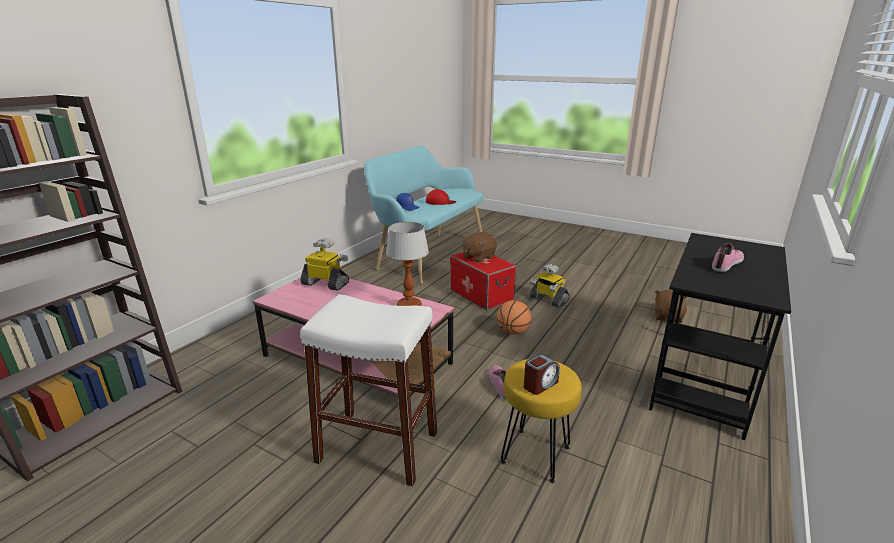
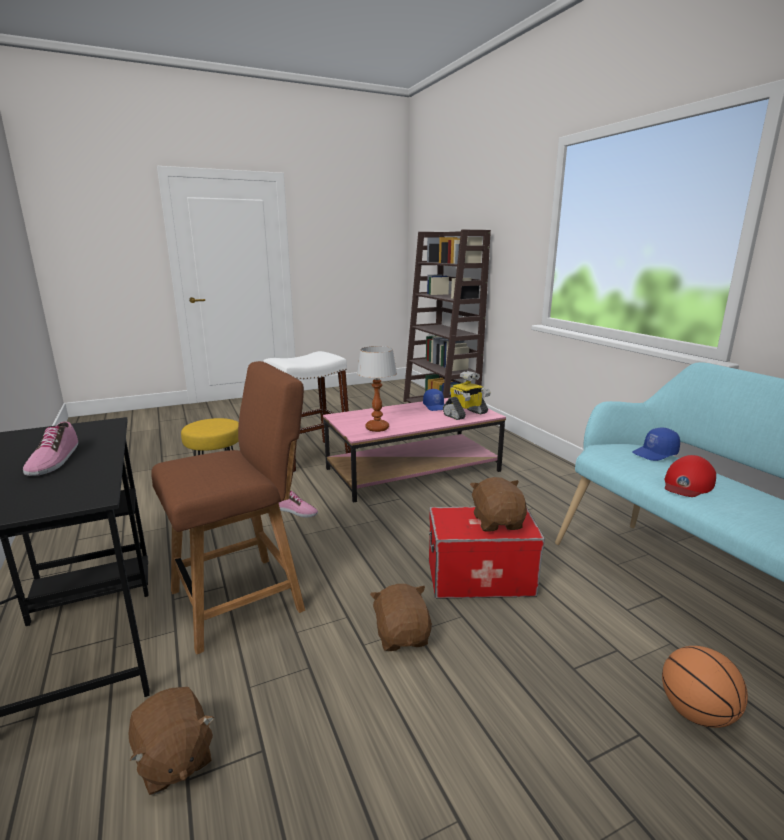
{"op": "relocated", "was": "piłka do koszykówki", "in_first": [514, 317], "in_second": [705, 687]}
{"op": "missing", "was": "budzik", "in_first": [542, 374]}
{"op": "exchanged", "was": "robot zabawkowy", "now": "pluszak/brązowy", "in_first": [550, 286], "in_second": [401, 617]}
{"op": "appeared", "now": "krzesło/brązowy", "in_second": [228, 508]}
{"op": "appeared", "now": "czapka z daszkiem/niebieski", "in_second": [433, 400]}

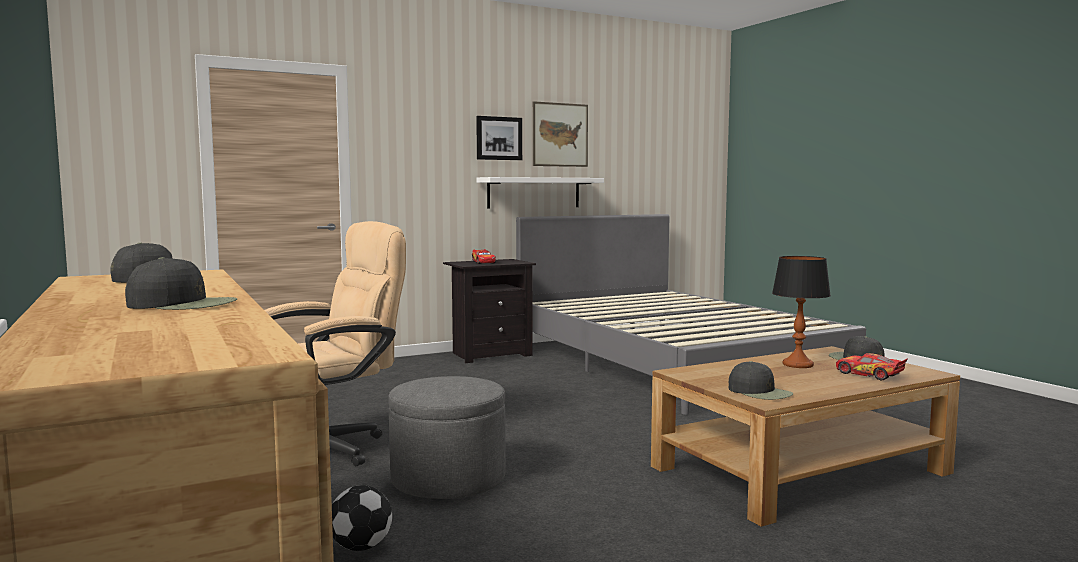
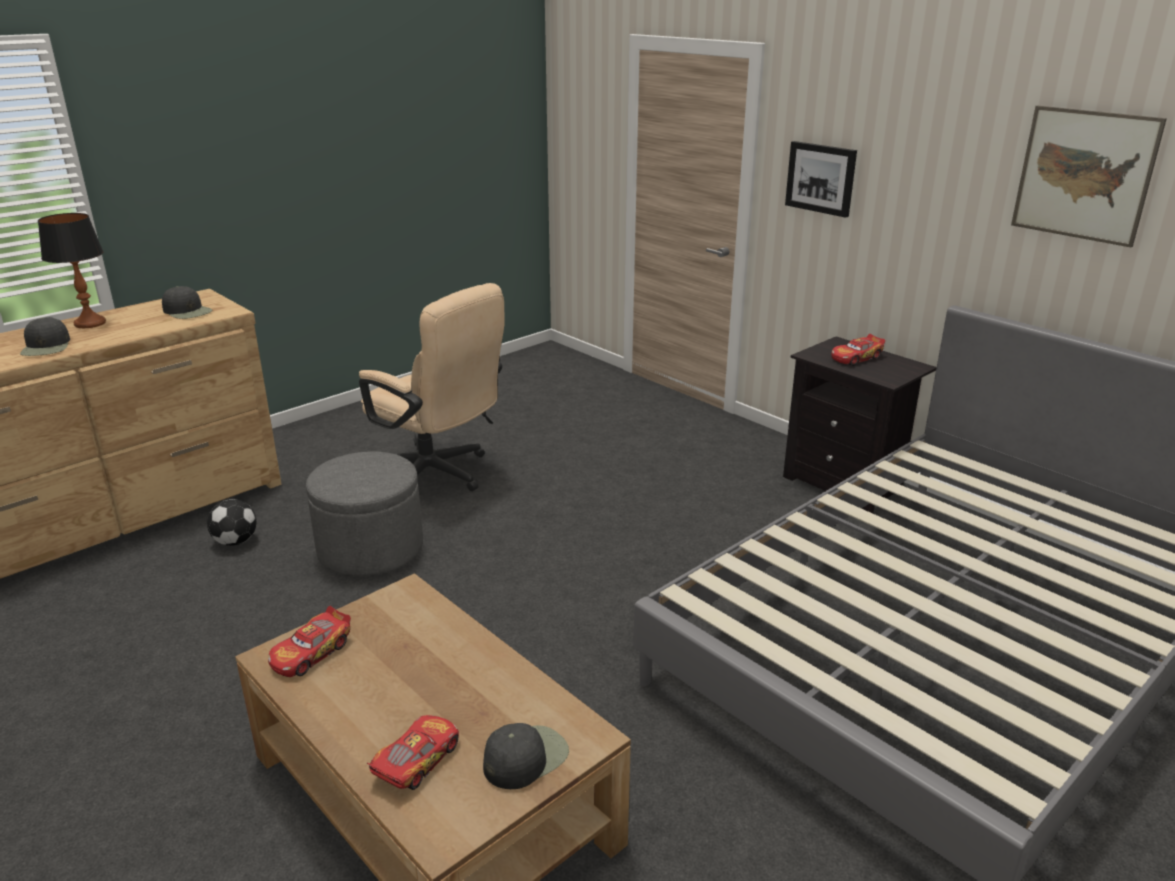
{"op": "relocated", "was": "obraz", "in_first": [499, 138], "in_second": [821, 179]}
{"op": "missing", "was": "półka/biały", "in_first": [540, 192]}
{"op": "exchanged", "was": "czapka z daszkiem/czarny", "now": "samochodzik", "in_first": [761, 380], "in_second": [309, 641]}
{"op": "relocated", "was": "lampa stołowa", "in_first": [801, 312], "in_second": [72, 270]}

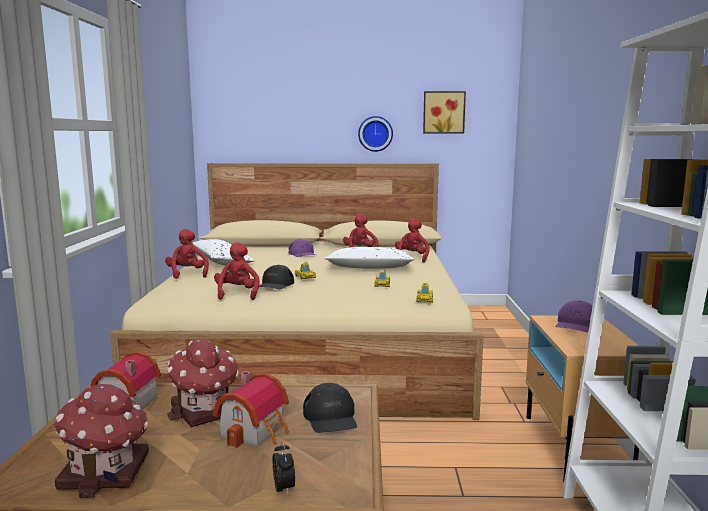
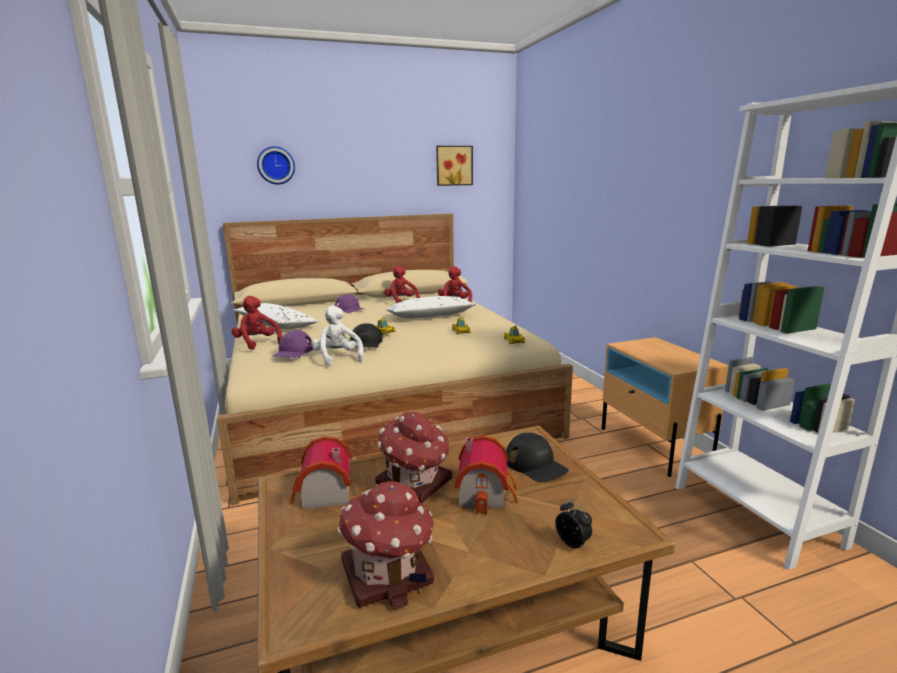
{"op": "colour", "was": "pluszak/czerwony", "now": "pluszak/biały", "in_first": [237, 271], "in_second": [337, 335]}
{"op": "relocated", "was": "zegar ścienny", "in_first": [375, 134], "in_second": [276, 165]}
{"op": "relocated", "was": "czapka z daszkiem/fioletowy", "in_first": [574, 316], "in_second": [292, 344]}

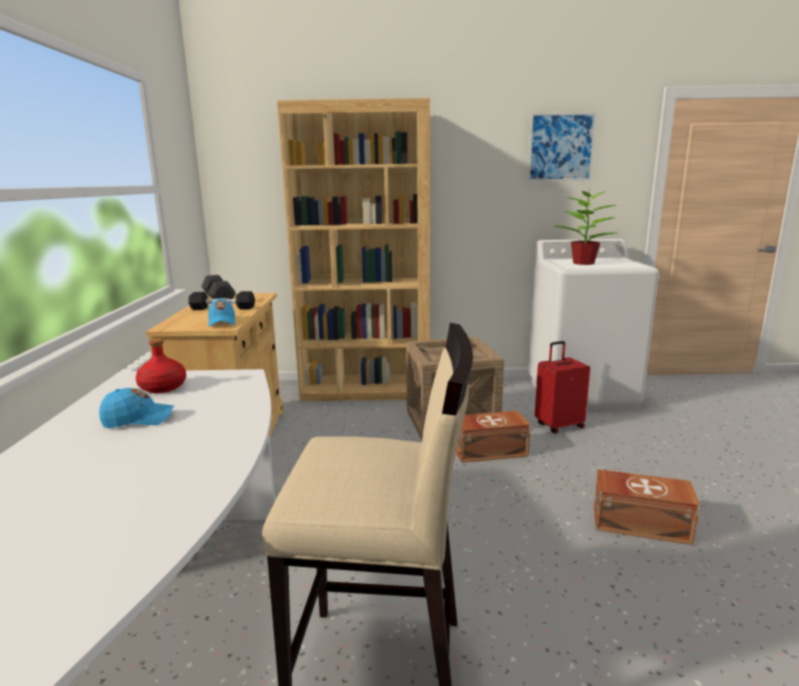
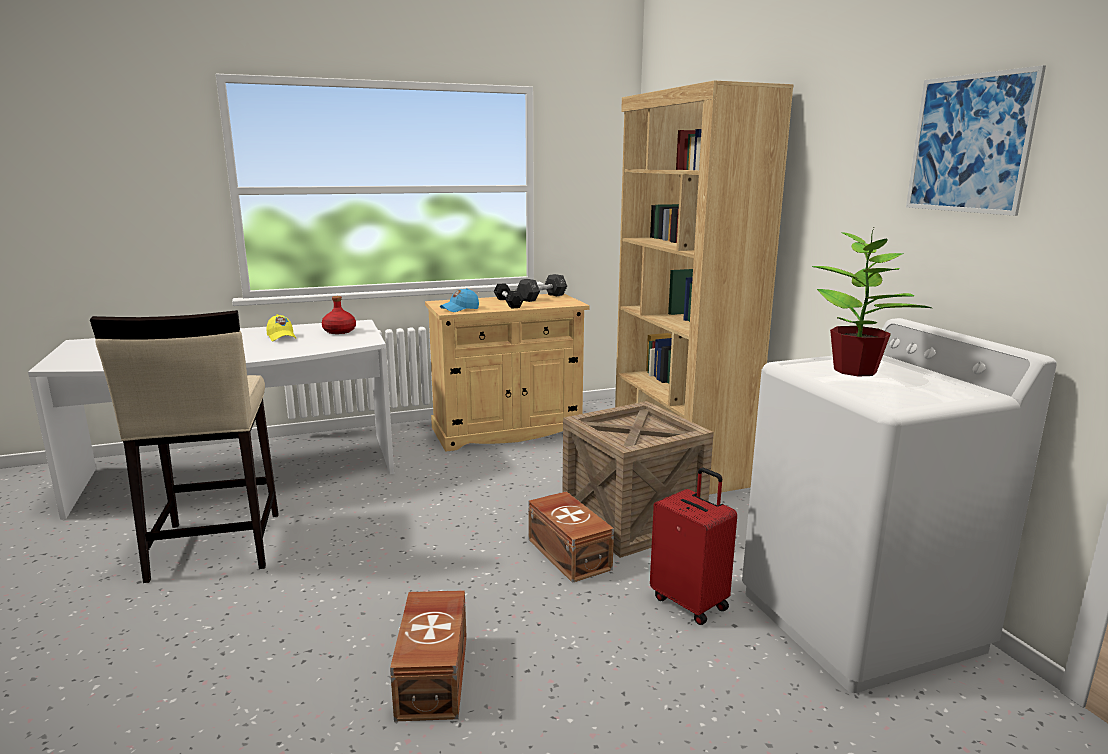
{"op": "colour", "was": "czapka z daszkiem/niebieski", "now": "czapka z daszkiem/żółty", "in_first": [136, 408], "in_second": [281, 327]}

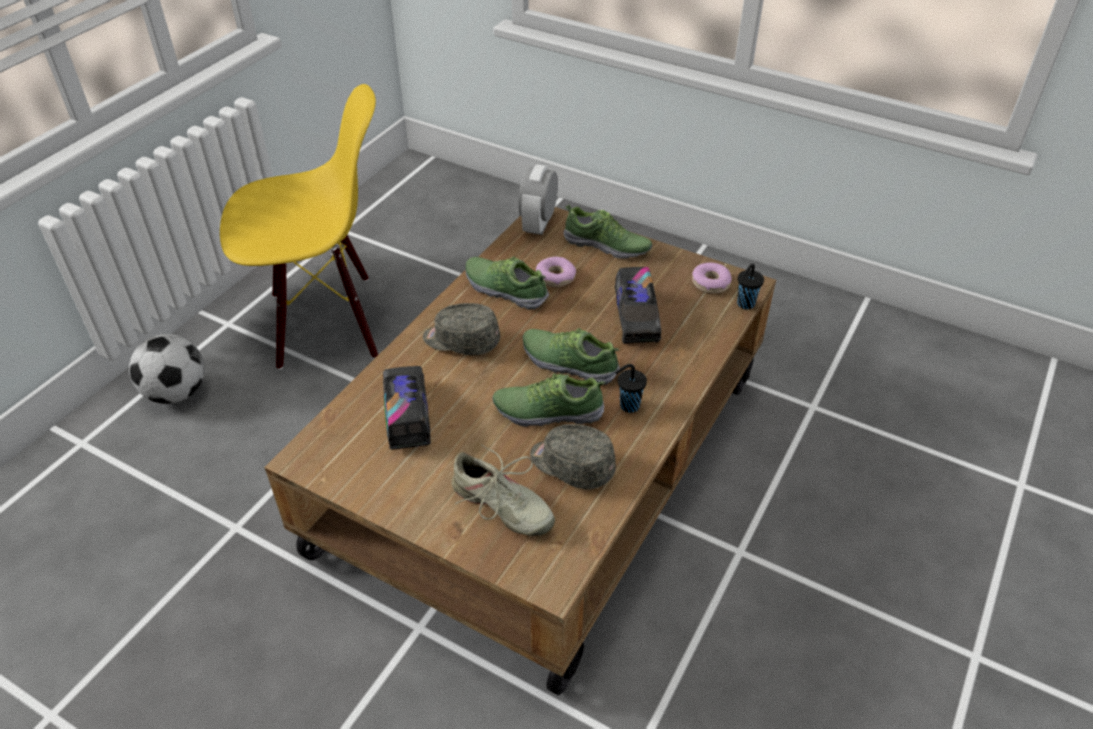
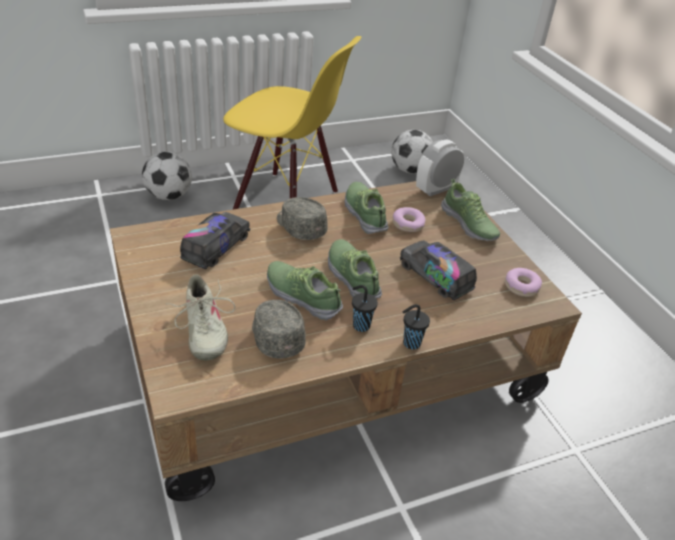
{"op": "spun", "was": "ciężarówka zabawkowa", "in_first": [638, 305], "in_second": [438, 270], "clockwise": 105}
{"op": "relocated", "was": "filiżanka/czarny", "in_first": [750, 286], "in_second": [416, 326]}
{"op": "appeared", "now": "piłka futbolowa", "in_second": [412, 152]}

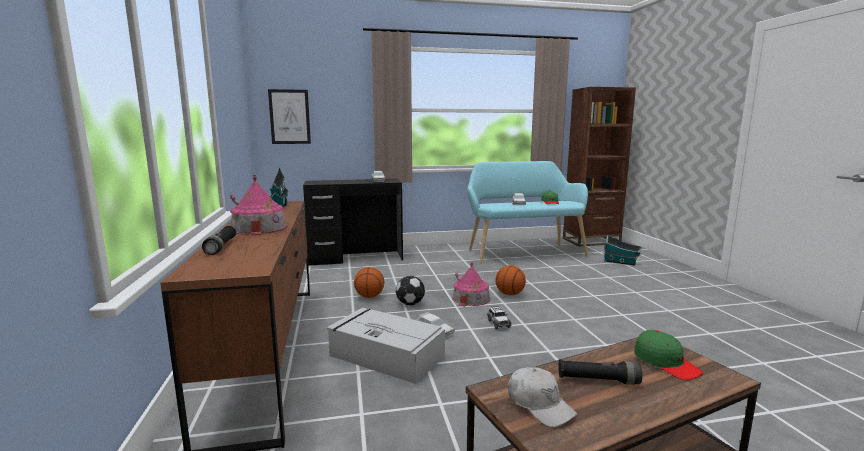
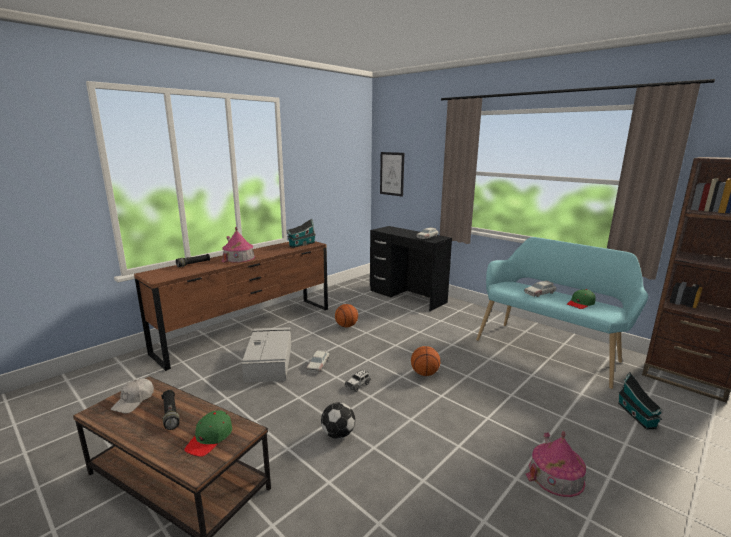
{"op": "relocated", "was": "piłka futbolowa", "in_first": [410, 290], "in_second": [338, 420]}
{"op": "relocated", "was": "domek", "in_first": [471, 284], "in_second": [556, 464]}

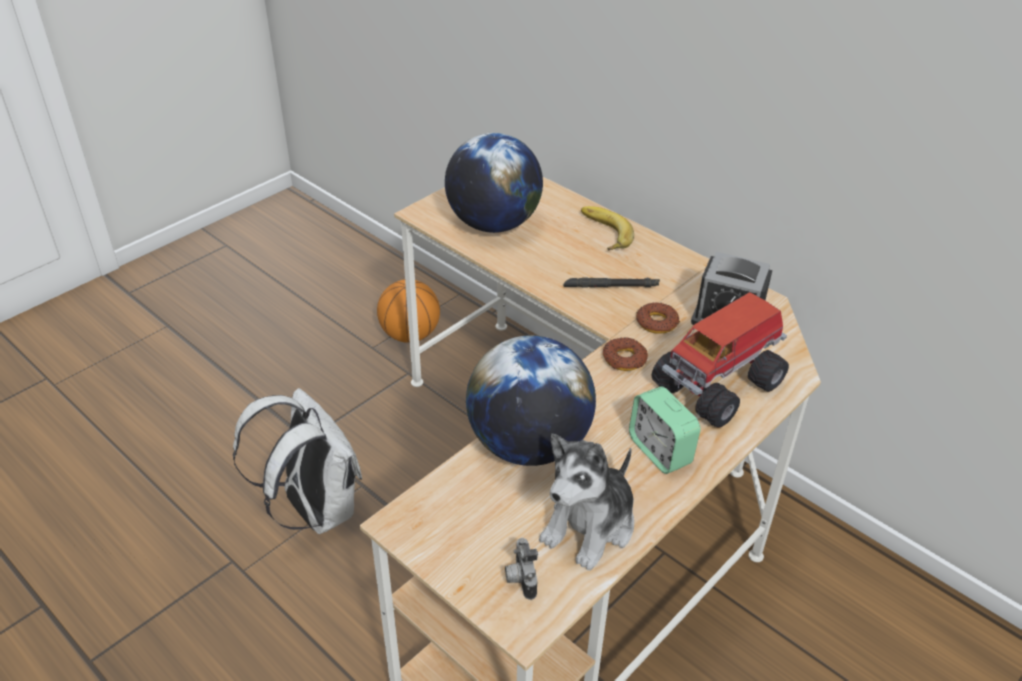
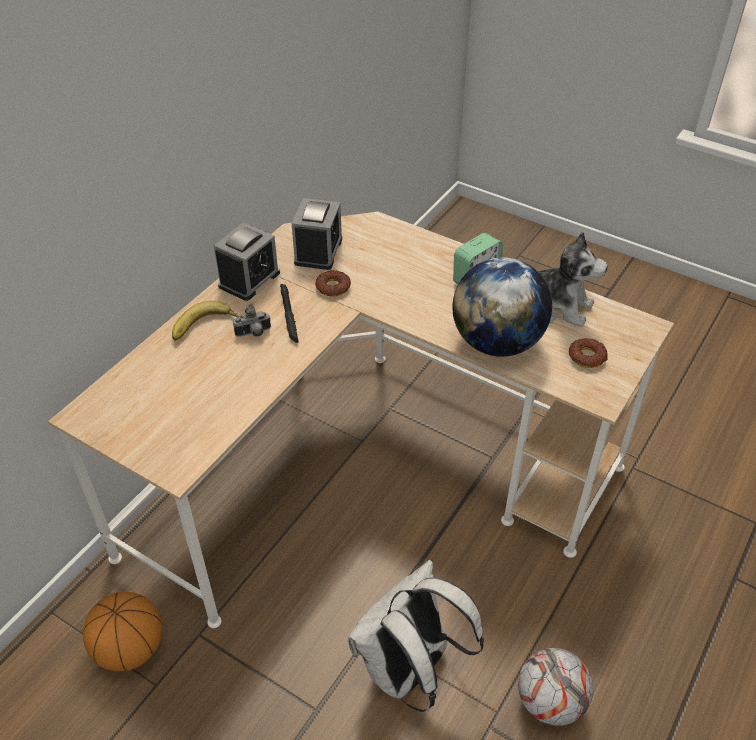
{"op": "missing", "was": "globus", "in_first": [494, 183]}
{"op": "relocated", "was": "aparat fotograficzny", "in_first": [521, 569], "in_second": [252, 320]}
{"op": "relocated", "was": "donut", "in_first": [625, 354], "in_second": [588, 353]}
{"op": "missing", "was": "ciężarówka zabawkowa", "in_first": [720, 360]}
{"op": "appeared", "now": "budzik", "in_second": [247, 261]}
{"op": "appeared", "now": "piłka futbolowa", "in_second": [555, 687]}

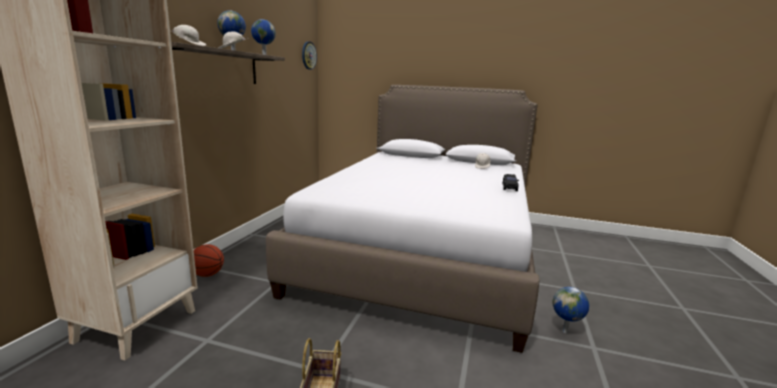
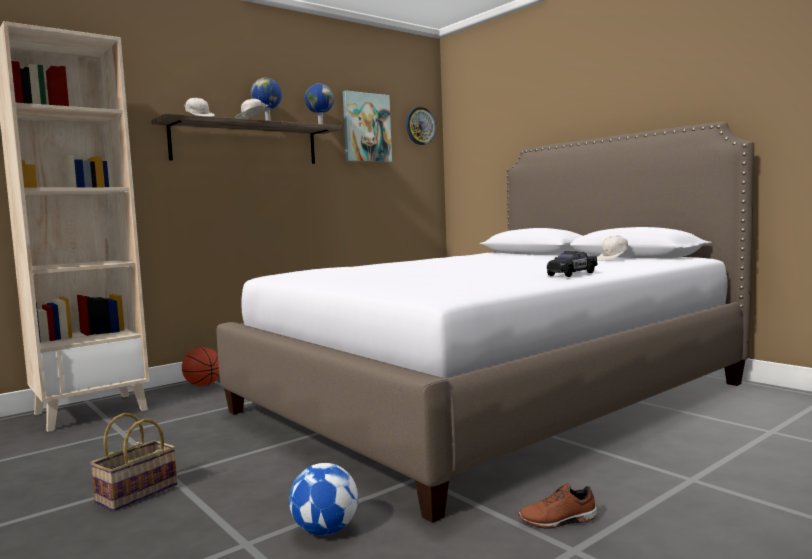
{"op": "exchanged", "was": "globus", "now": "but/brązowy", "in_first": [570, 310], "in_second": [558, 505]}
{"op": "appeared", "now": "piłka futbolowa", "in_second": [323, 499]}
{"op": "appeared", "now": "obraz", "in_second": [367, 126]}

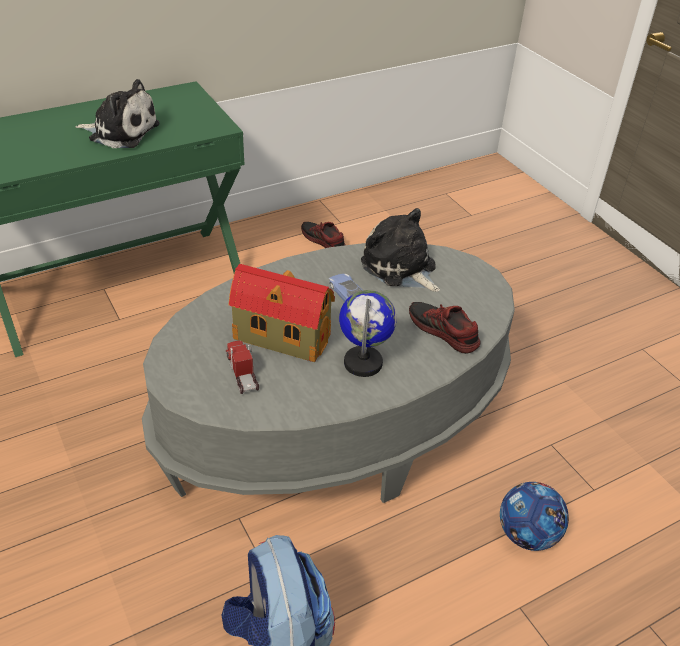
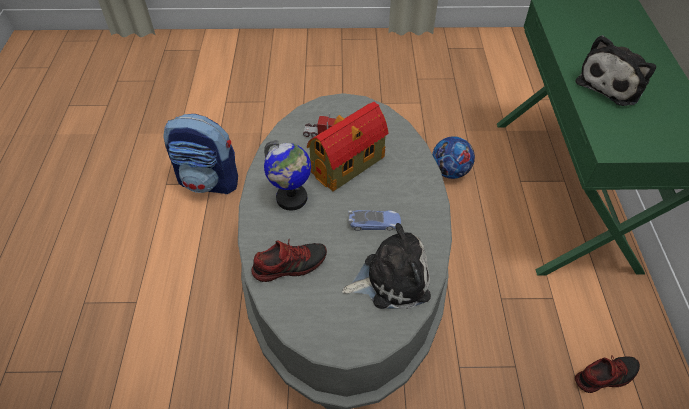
{"op": "relocated", "was": "piłka futbolowa", "in_first": [534, 516], "in_second": [453, 157]}

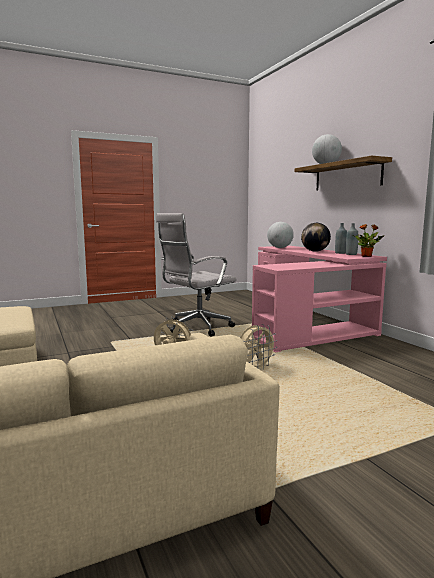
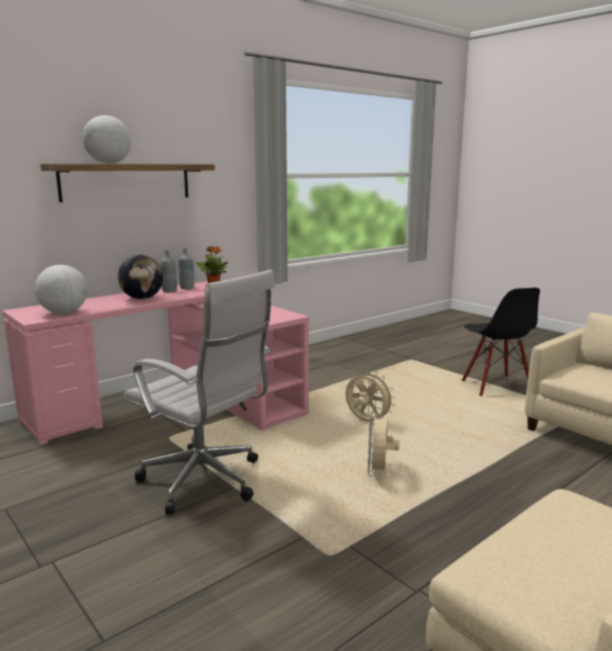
{"op": "appeared", "now": "krzesło/czarny", "in_second": [501, 342]}

